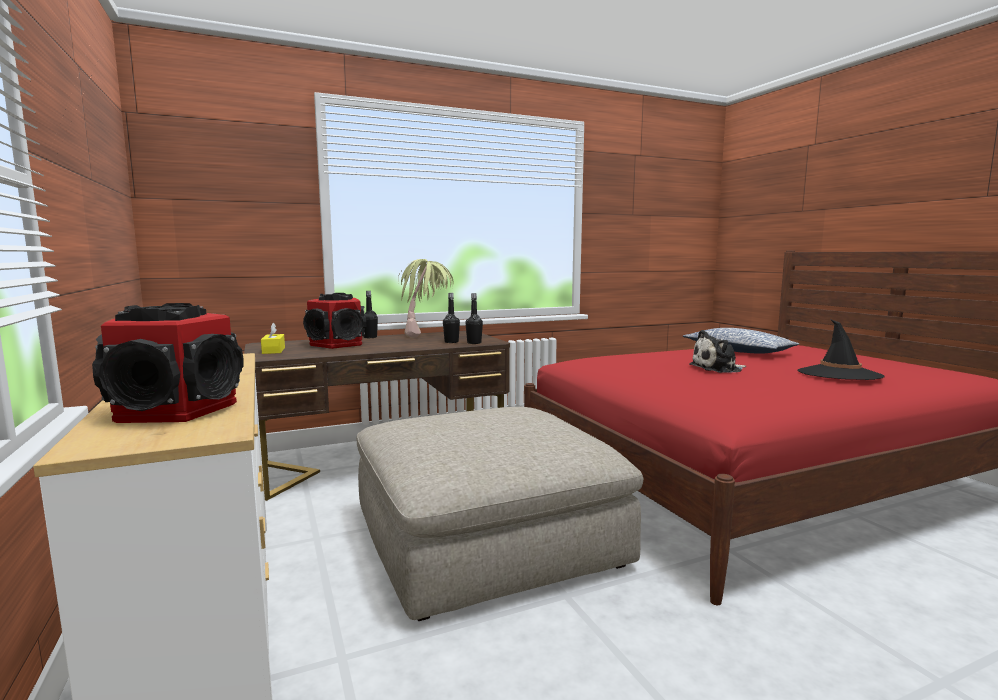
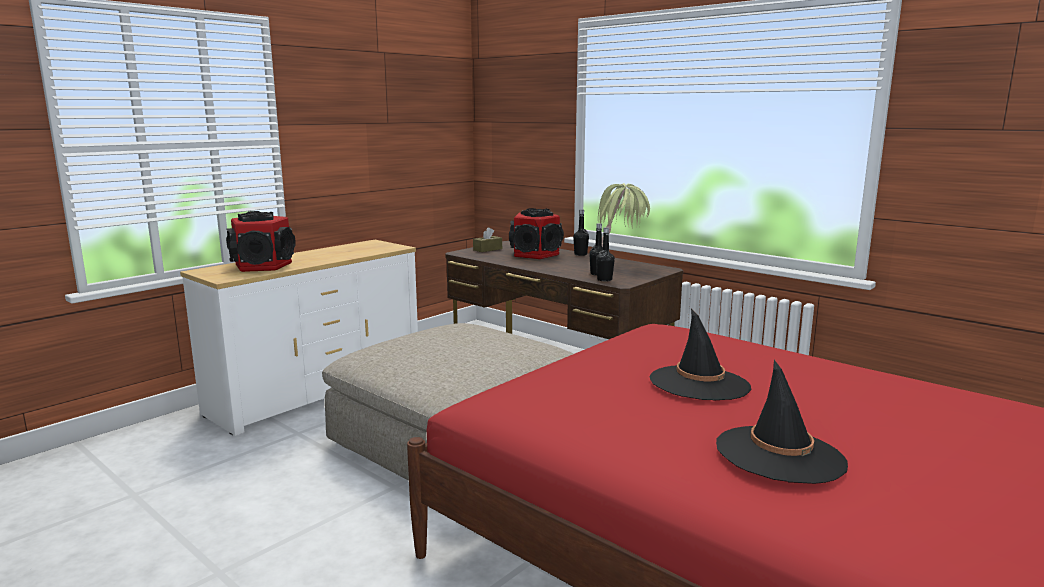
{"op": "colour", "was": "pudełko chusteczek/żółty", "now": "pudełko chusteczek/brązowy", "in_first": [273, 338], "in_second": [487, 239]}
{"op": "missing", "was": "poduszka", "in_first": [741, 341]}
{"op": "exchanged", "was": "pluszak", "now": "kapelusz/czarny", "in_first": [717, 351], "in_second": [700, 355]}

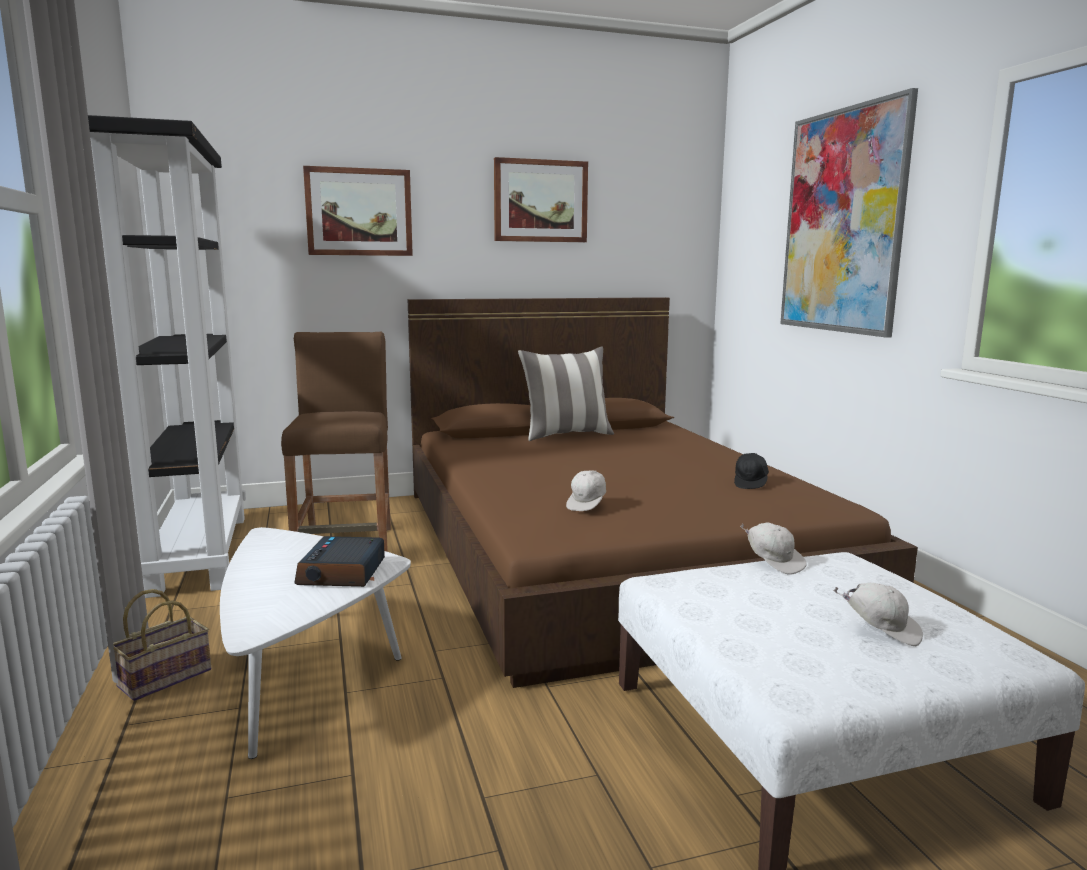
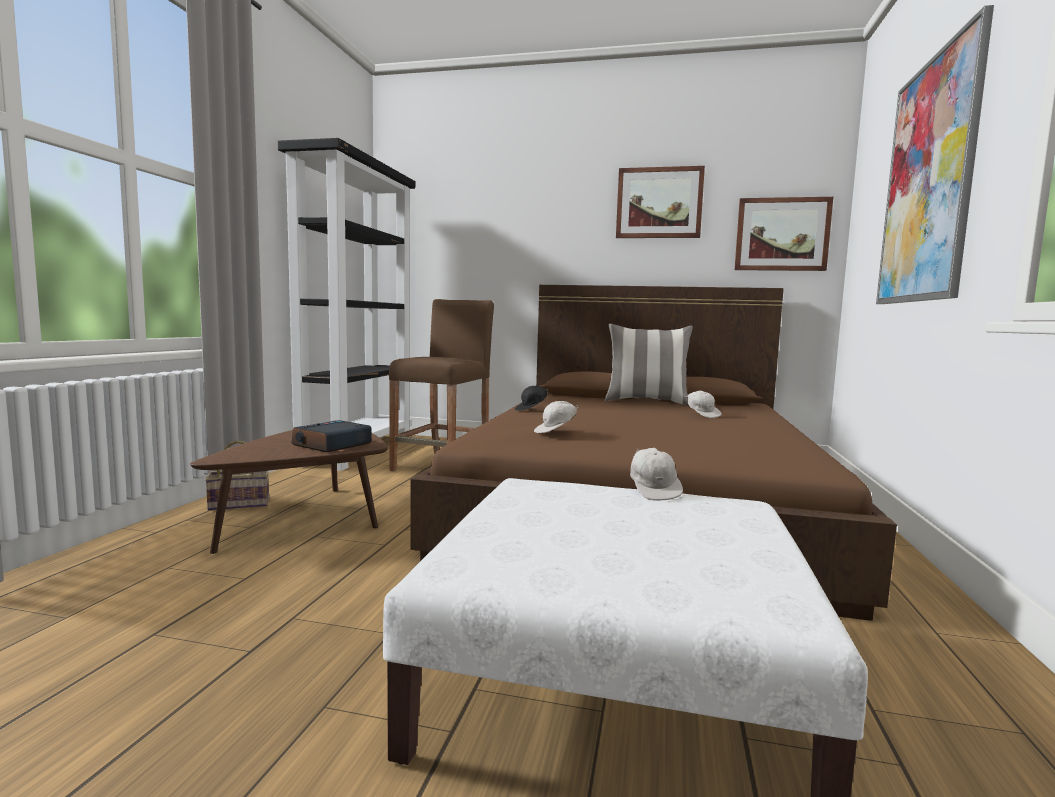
{"op": "colour", "was": "ława/biały", "now": "ława/brązowy", "in_first": [315, 643], "in_second": [289, 487]}
{"op": "relocated", "was": "obraz", "in_first": [358, 211], "in_second": [784, 234]}
{"op": "relocated", "was": "czapka z daszkiem/czarny", "in_first": [751, 471], "in_second": [531, 398]}
{"op": "relocated", "was": "czapka z daszkiem/biały", "in_first": [878, 614], "in_second": [703, 404]}

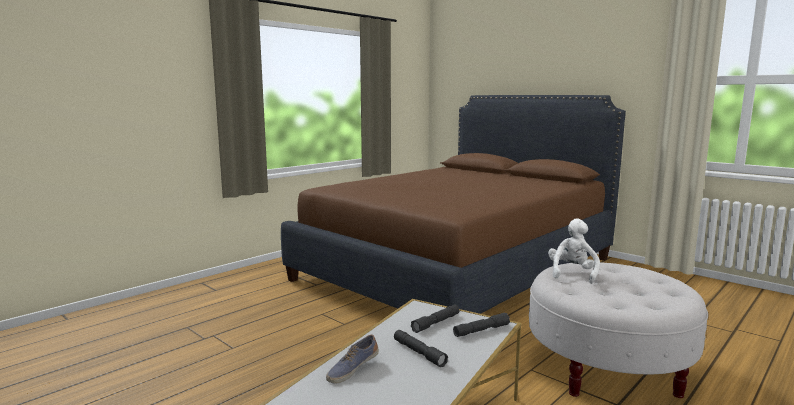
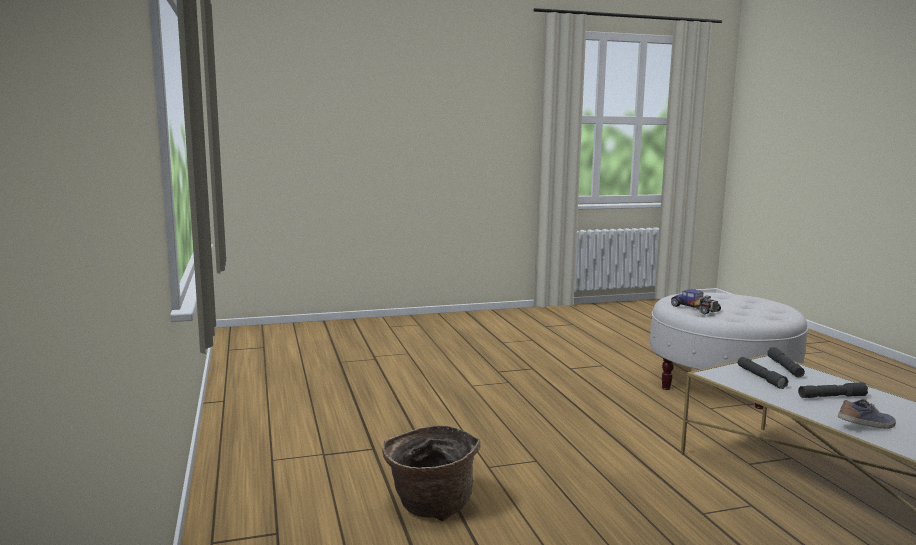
{"op": "missing", "was": "łóżko/brązowy", "in_first": [453, 204]}
{"op": "spun", "was": "but", "in_first": [352, 359], "in_second": [867, 414], "clockwise": -90}
{"op": "exchanged", "was": "pluszak/biały", "now": "samochodzik", "in_first": [574, 251], "in_second": [696, 301]}
{"op": "appeared", "now": "koszyk", "in_second": [432, 473]}

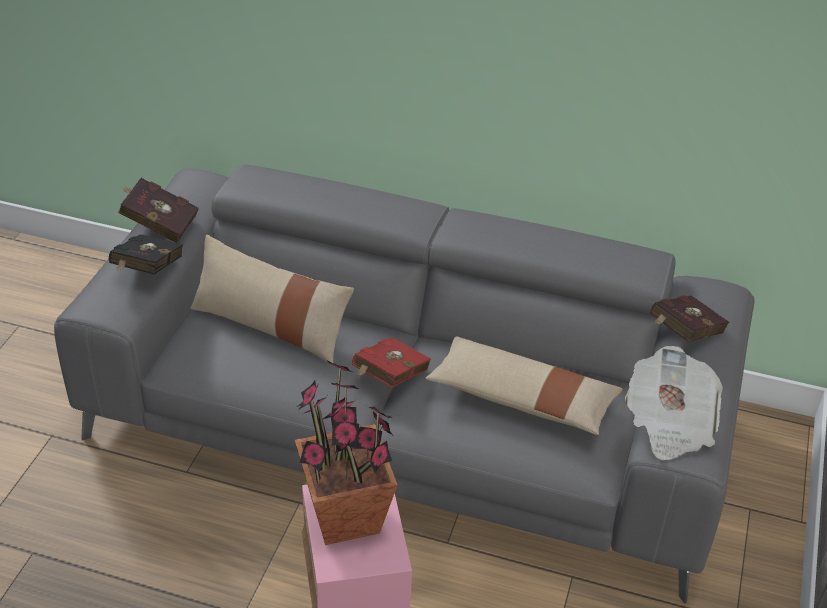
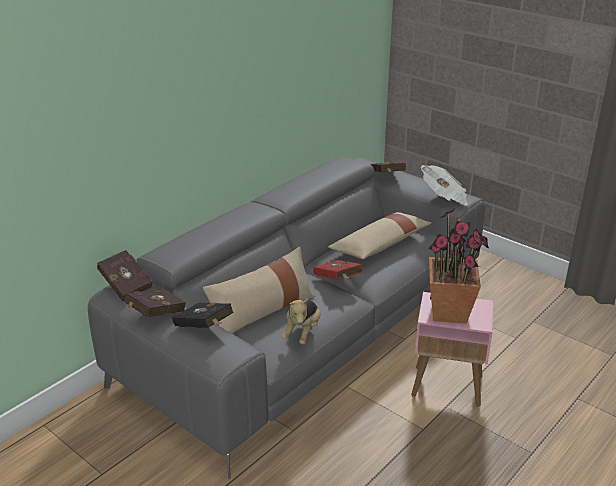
{"op": "appeared", "now": "książka/czerwony", "in_second": [124, 275]}
{"op": "appeared", "now": "pluszak", "in_second": [301, 321]}

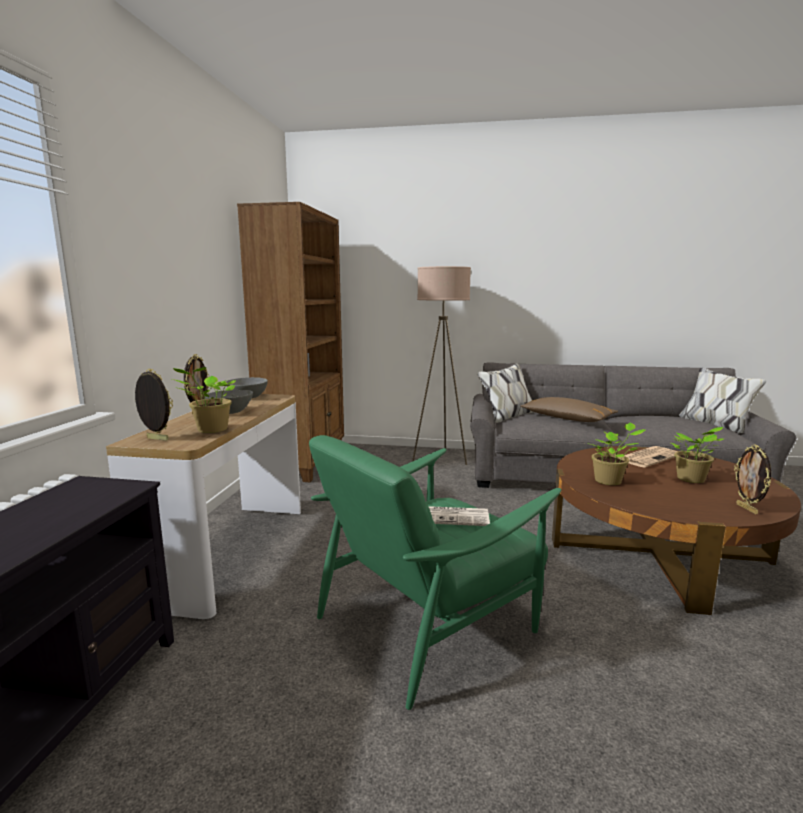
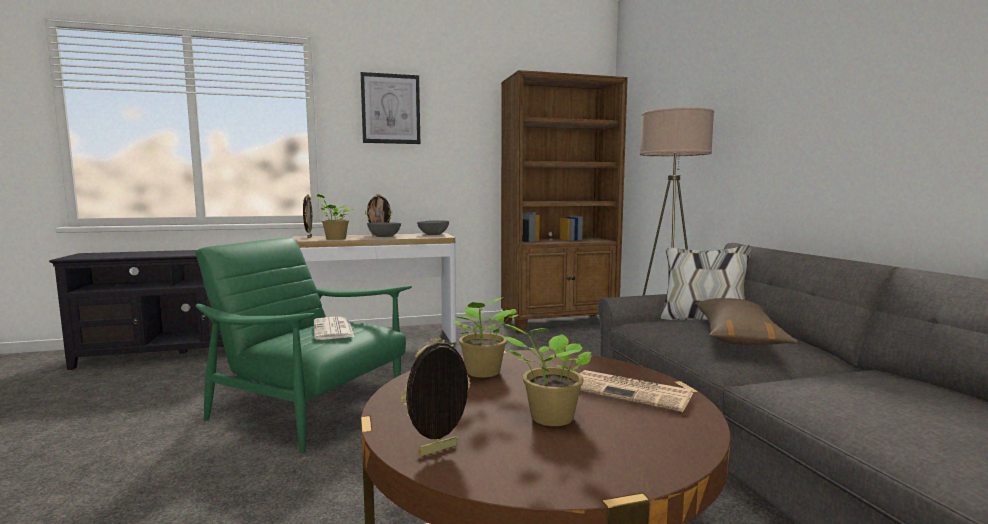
{"op": "appeared", "now": "obraz", "in_second": [390, 108]}

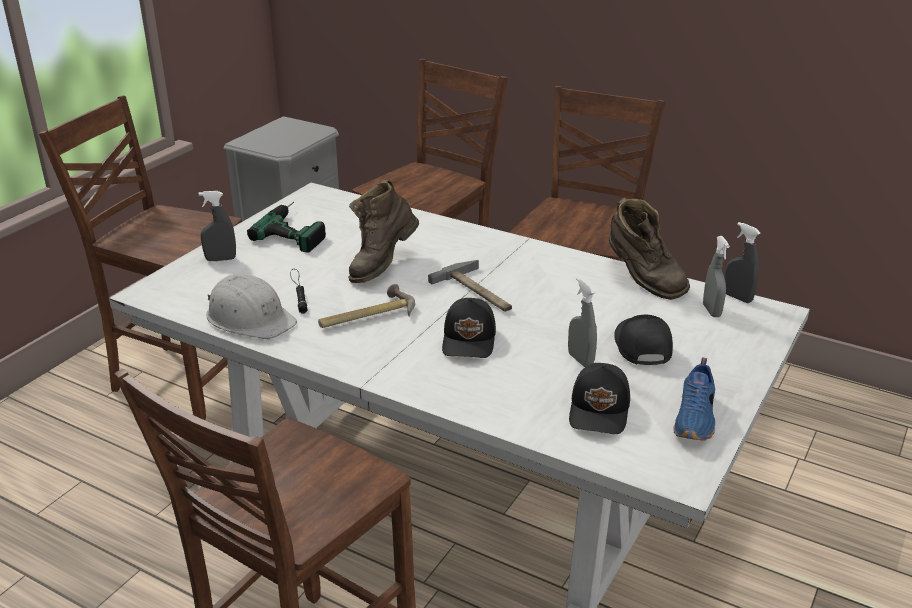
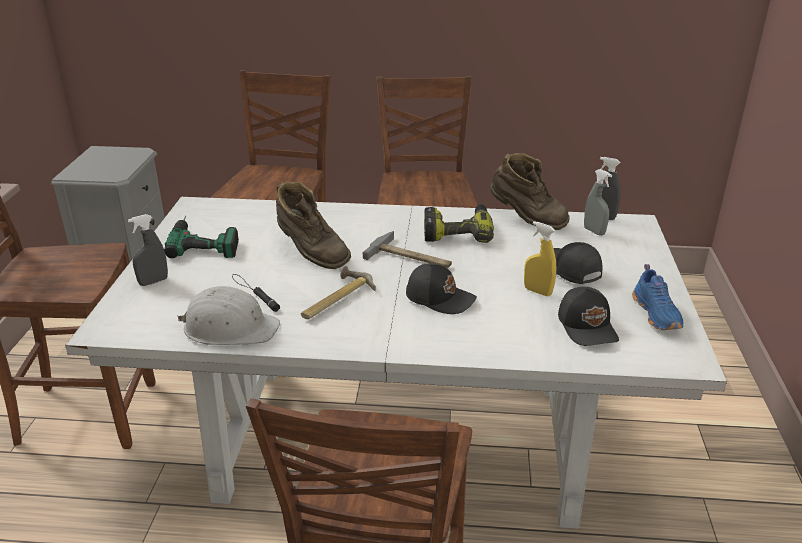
{"op": "spun", "was": "but z cholewką/brązowy", "in_first": [383, 231], "in_second": [313, 225], "clockwise": -60}
{"op": "spun", "was": "czapka z daszkiem/czarny", "in_first": [469, 328], "in_second": [441, 288], "clockwise": -45}
{"op": "colour", "was": "spryskiwacz/szary", "now": "spryskiwacz/żółty", "in_first": [582, 322], "in_second": [540, 258]}
{"op": "appeared", "now": "wiertarka", "in_second": [459, 223]}

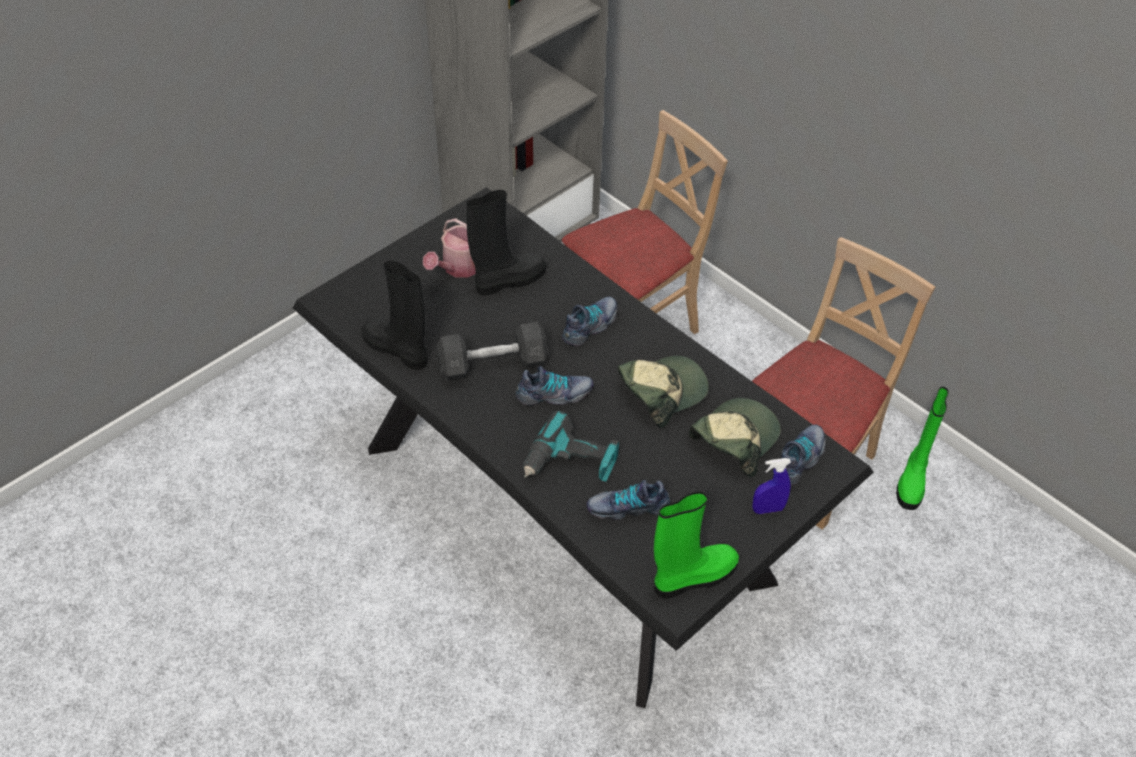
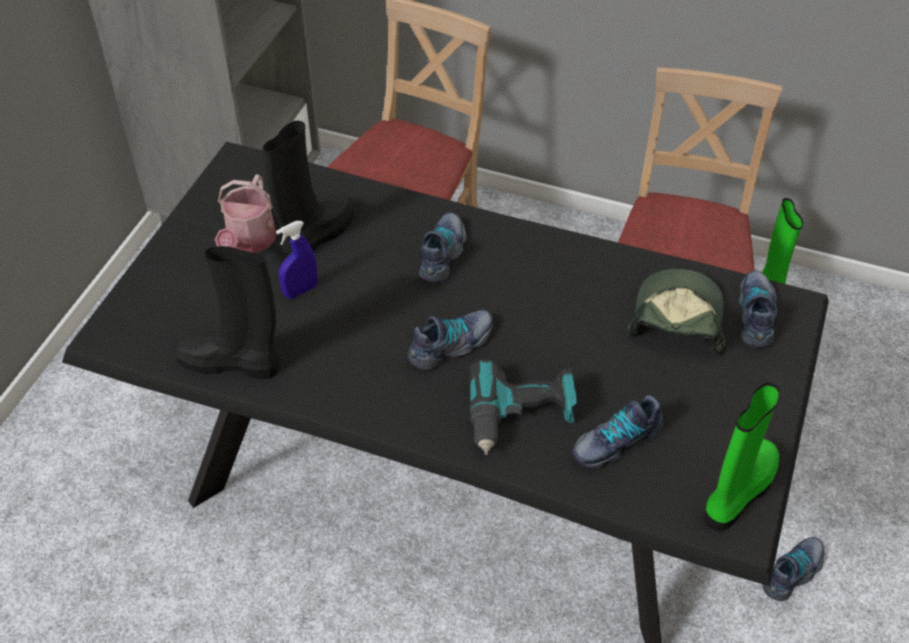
{"op": "missing", "was": "hantel/szary", "in_first": [492, 351]}
{"op": "missing", "was": "czapka z daszkiem", "in_first": [663, 392]}
{"op": "relocated", "was": "spryskiwacz/niebieski", "in_first": [771, 486], "in_second": [297, 260]}
{"op": "appeared", "now": "but", "in_second": [793, 569]}

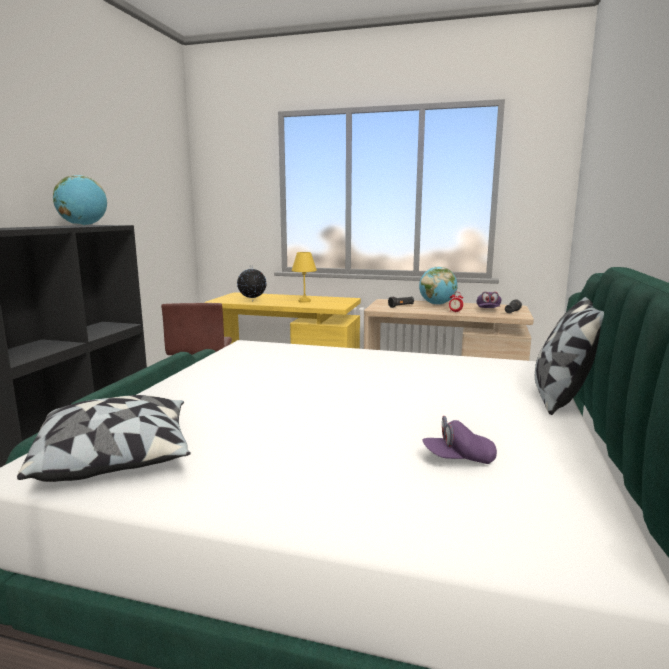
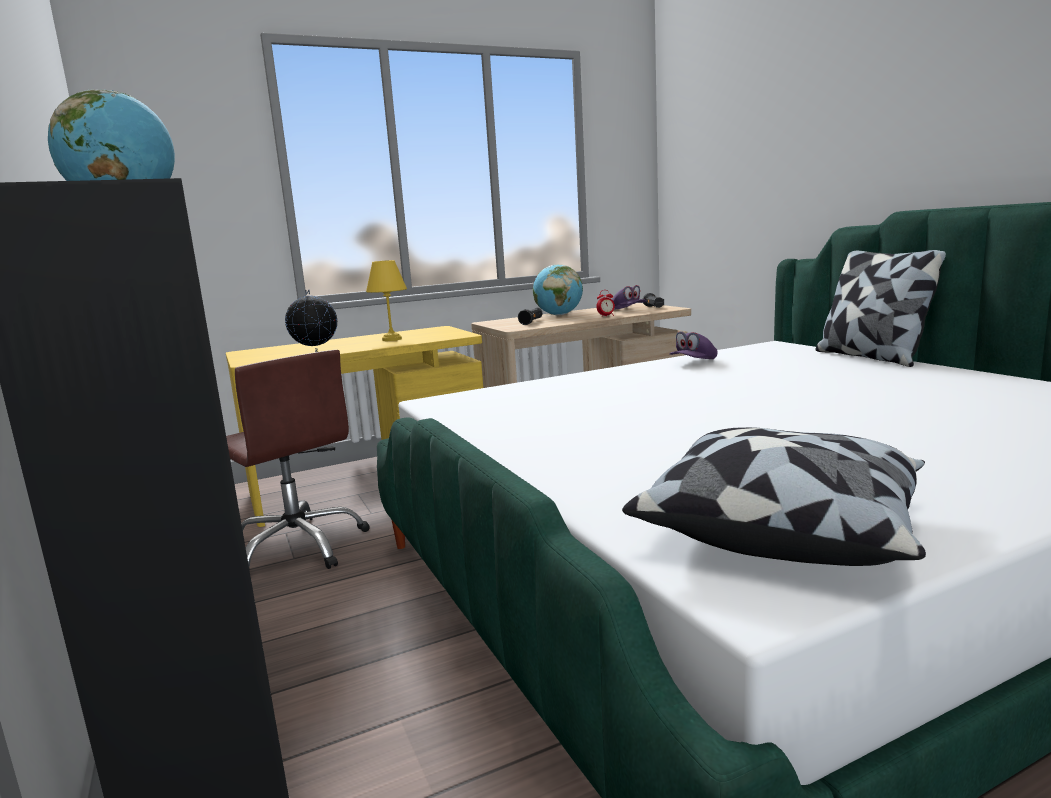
{"op": "relocated", "was": "czapka z daszkiem/fioletowy", "in_first": [459, 440], "in_second": [694, 345]}

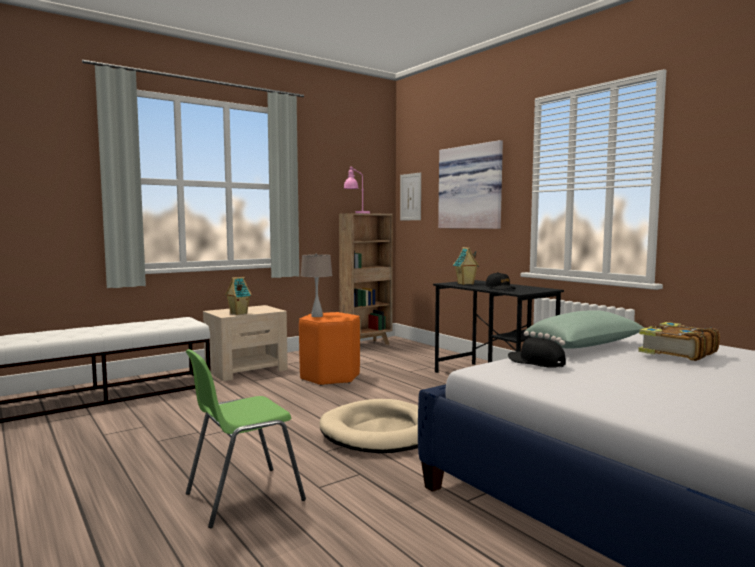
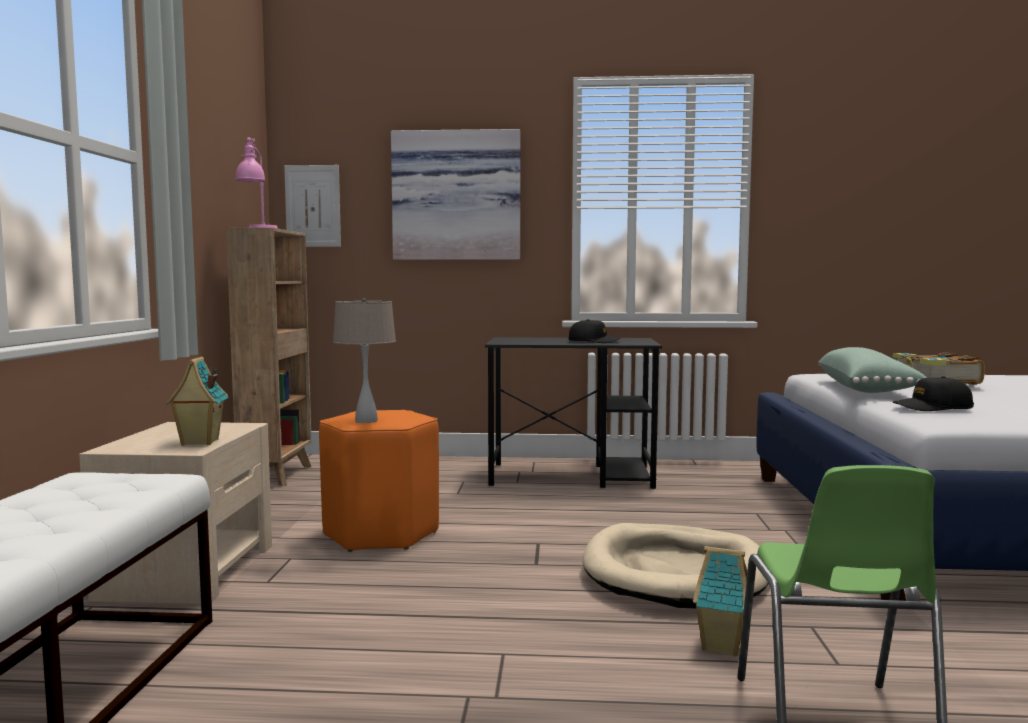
{"op": "relocated", "was": "domek", "in_first": [466, 266], "in_second": [720, 601]}

